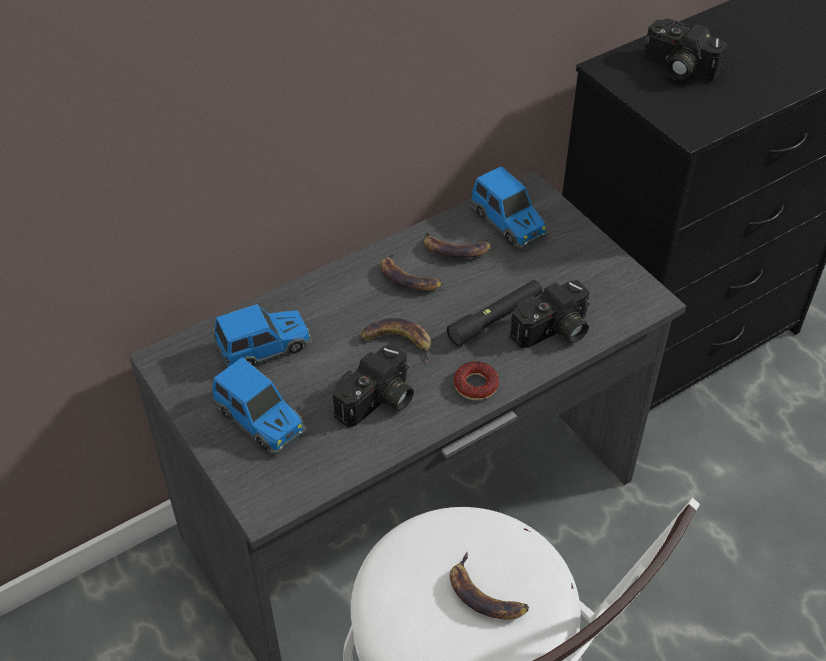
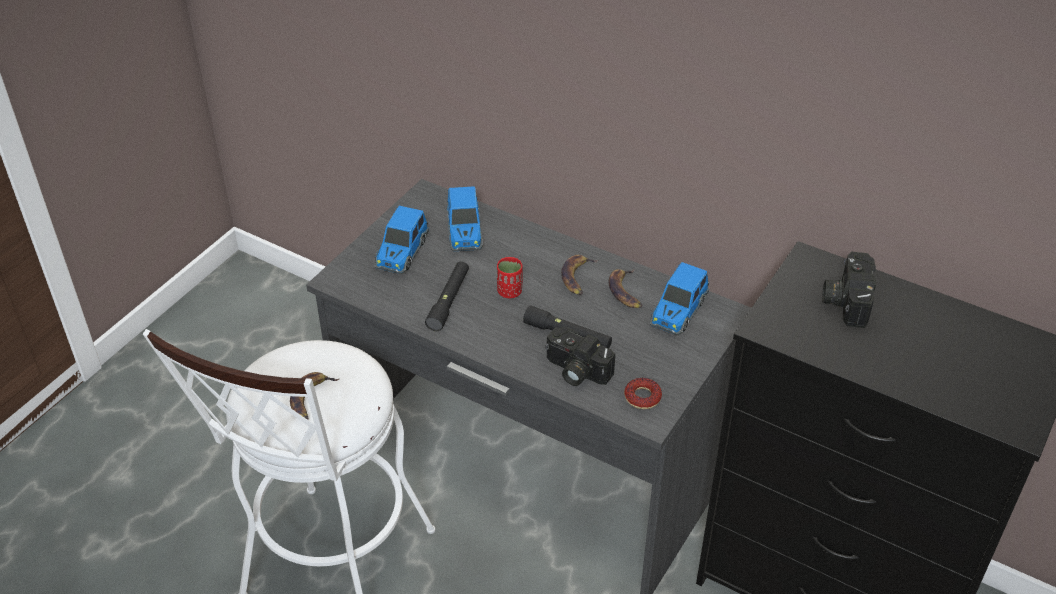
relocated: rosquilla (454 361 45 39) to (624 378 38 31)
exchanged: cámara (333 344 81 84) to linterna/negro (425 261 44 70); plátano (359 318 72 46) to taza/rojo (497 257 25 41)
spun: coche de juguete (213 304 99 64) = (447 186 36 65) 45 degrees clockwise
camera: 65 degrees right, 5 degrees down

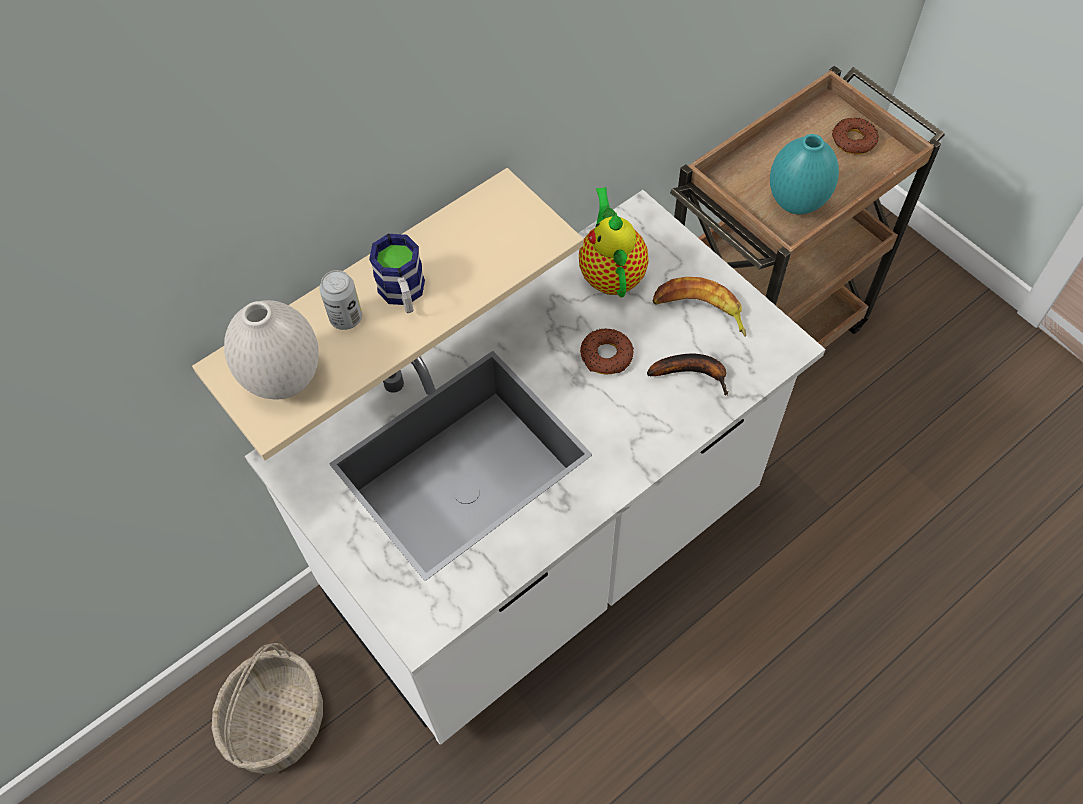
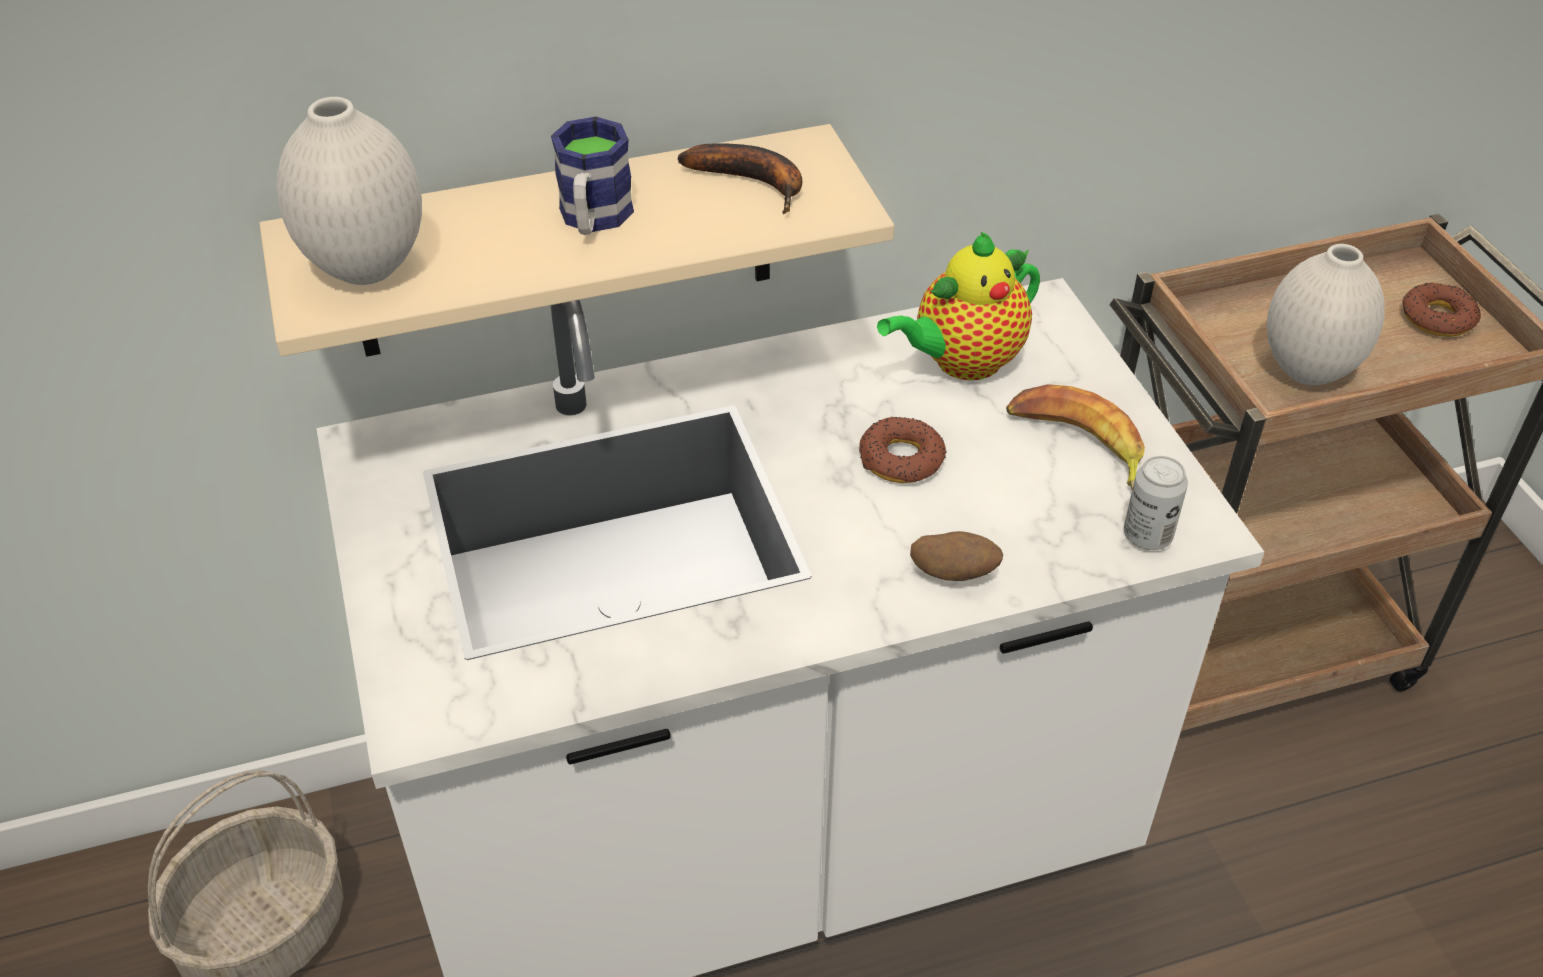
appeared: patata (910 531 93 50)
relocated: plátano (647 354 82 41) to (678 143 124 71); lata (319 270 43 60) to (1124 456 64 94)
colour: florero/turquesa (770 134 69 81) to florero/blanco (1267 244 118 142)
spun: tetera (579 187 69 111) = (877 232 163 148) 135 degrees counterclockwise
camera: 20 degrees right, 15 degrees down

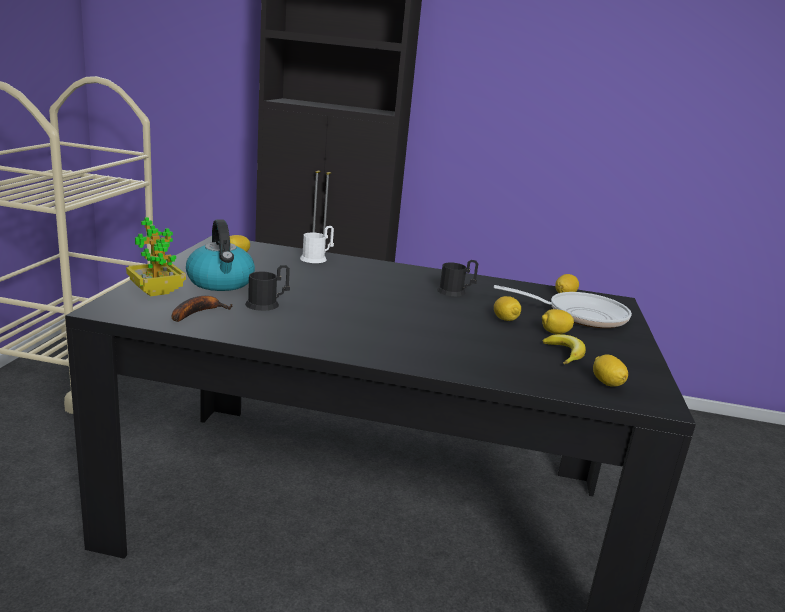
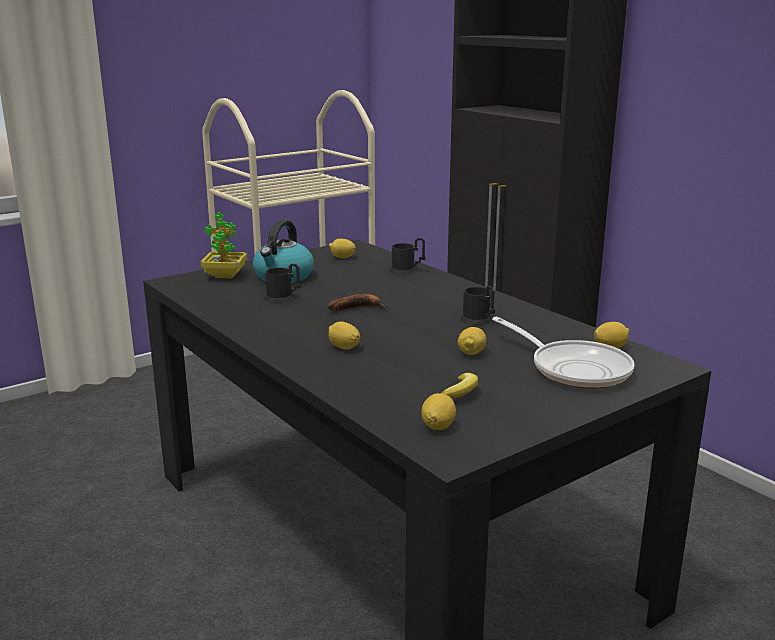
relocated: plátano (172 296 61 26) to (328 293 59 18); limón (542 309 32 25) to (328 321 32 29)
colour: taza grande/blanco (300 226 34 37) to taza grande/negro (389 238 37 37)
camera: 45 degrees right, 0 degrees up

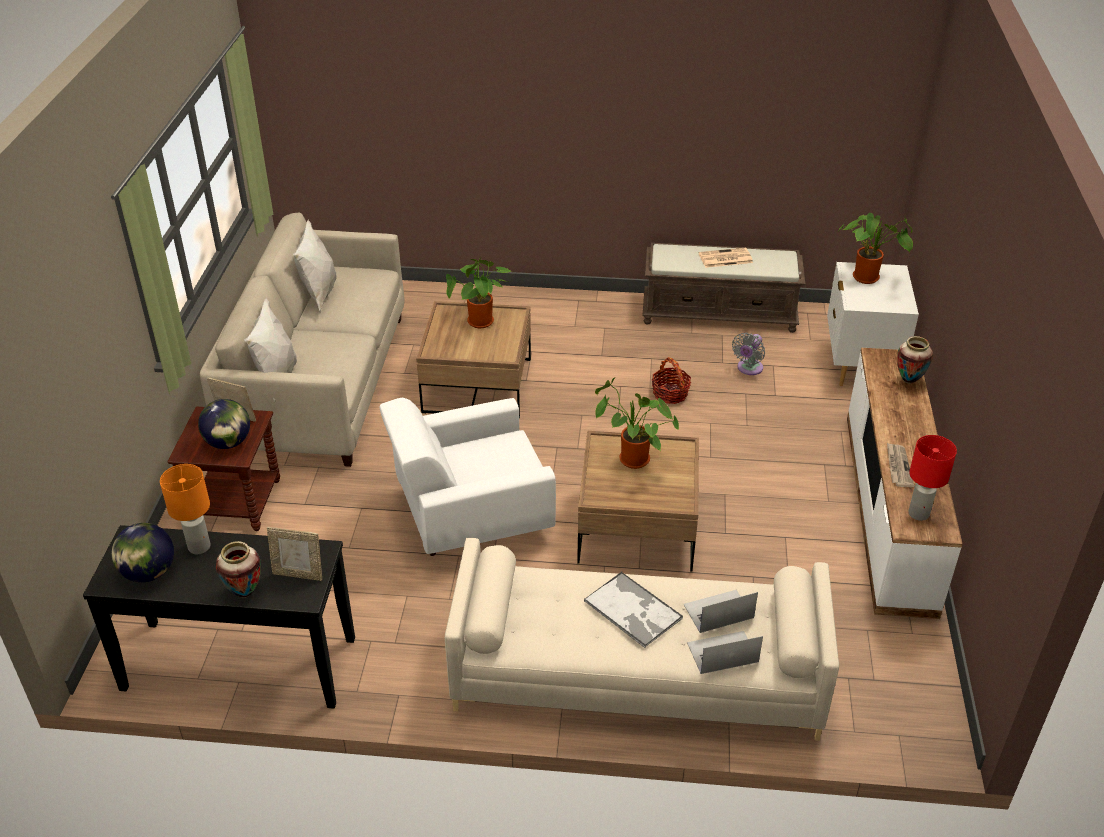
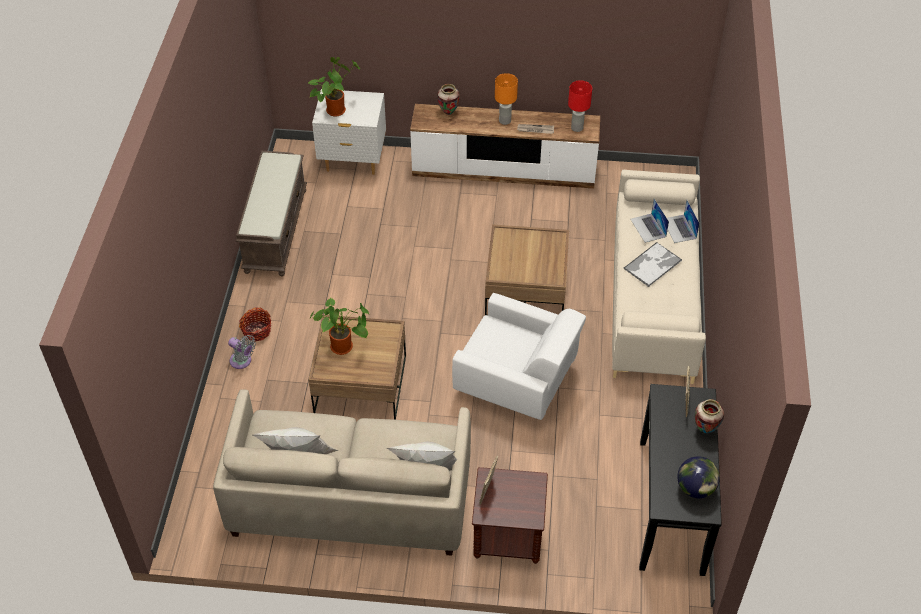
missing: globo terráqueo (198 399 52 50); planta en maceta (595 377 84 92); periódico (699 247 54 21)
relocated: ventilador/gris (732 333 33 42) to (228 335 28 34); cesta (652 357 39 47) to (239 307 32 34); lámpara de mesa/naranja (160 464 51 90) to (495 73 23 52)
spun: sillón/blanco (380 398 176 158) = (452 293 134 127) 45 degrees counterclockwise
camera: 90 degrees left, 10 degrees up

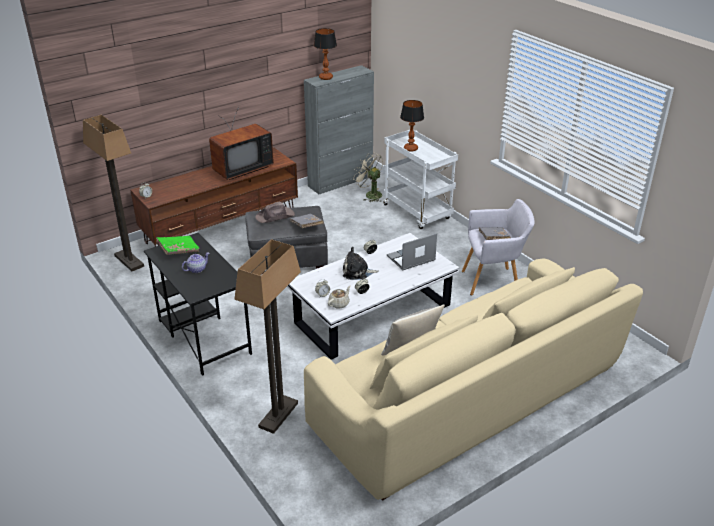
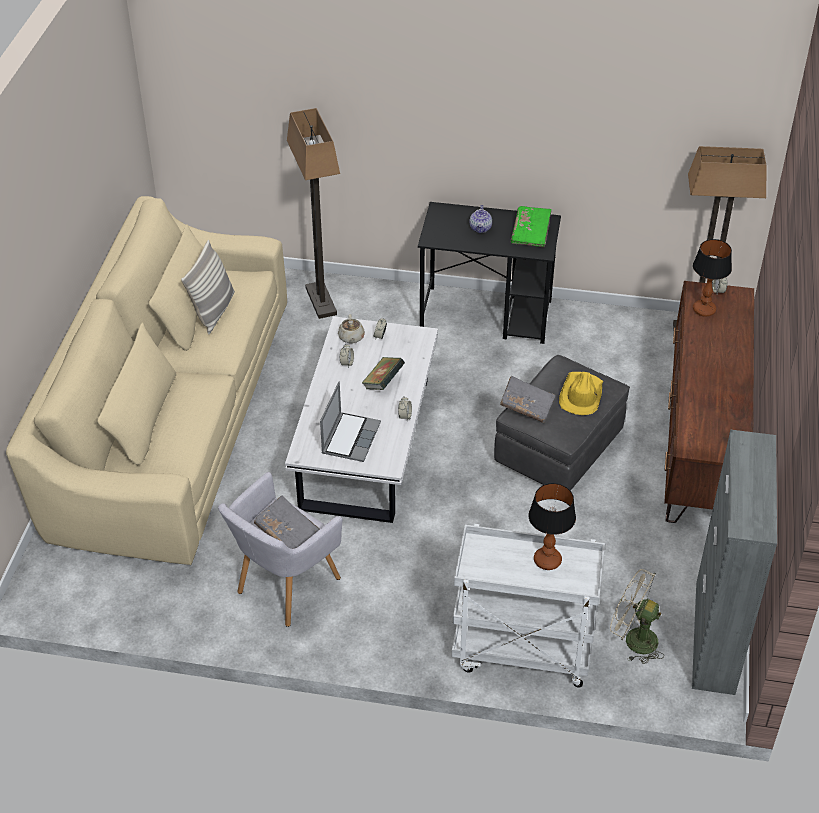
missing: televisor (209 107 65 73)
relocated: lámpara de mesa (314 28 23 52) to (693 239 39 78)
exchanged: peluche (343 247 36 33) to libro (362 357 43 33)
colour: sombrero/marrón (255 202 40 21) to sombrero/amarillo (559 372 44 43)
spun: ventilador/beis (353 153 30 49) = (610 569 54 95) 150 degrees counterclockwise
camera: 135 degrees right, 10 degrees up

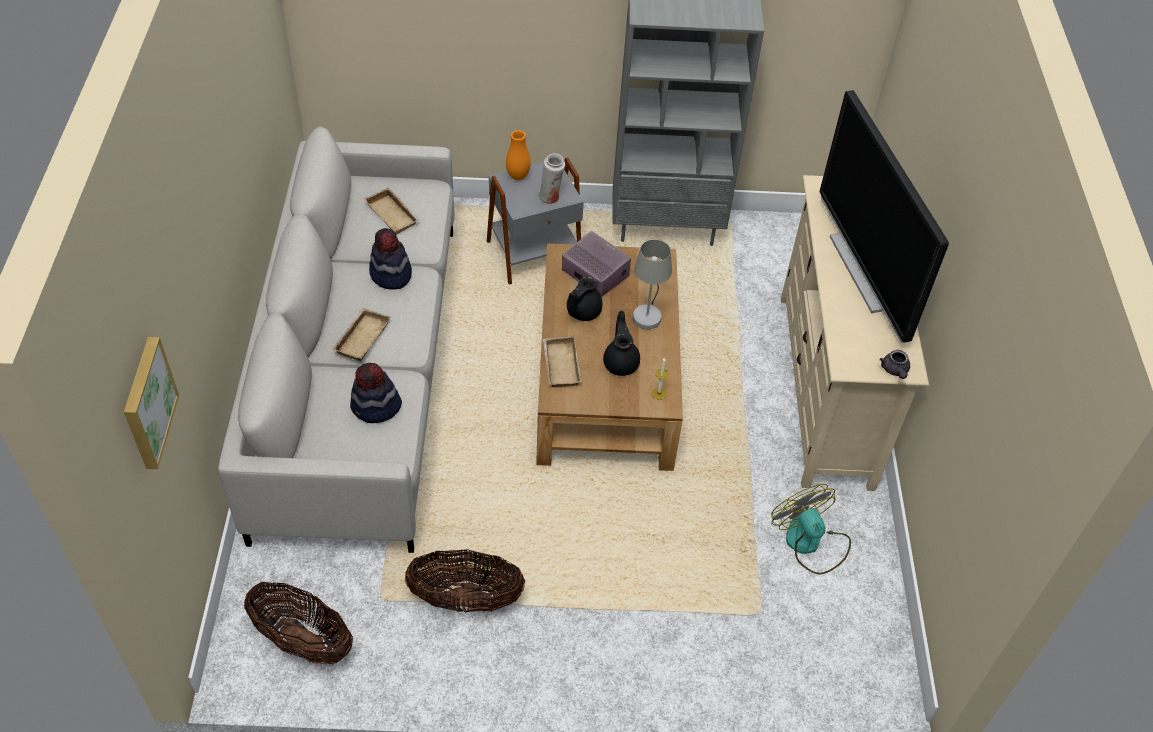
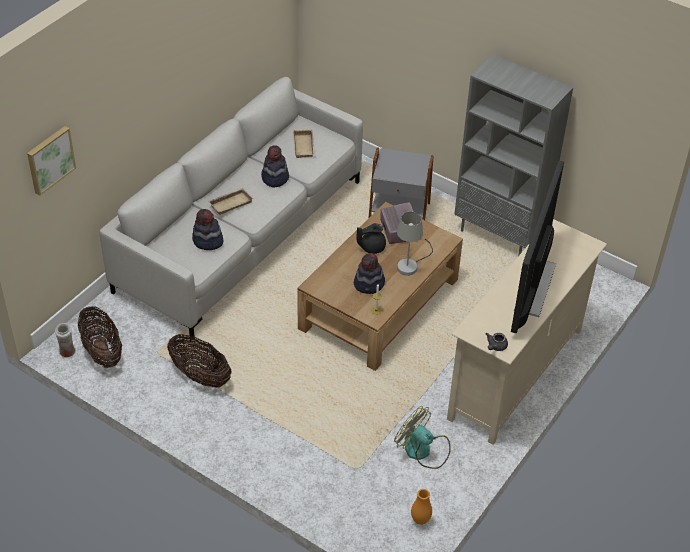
missing: bandeja/beis (543 336 39 51)
relocated: florero/blanco (538 153 27 51) to (55 323 21 34); florero/naranja (506 130 25 50) to (411 489 21 36)
exchanged: tetera/negro (603 311 37 65) to sombrero (354 253 31 41)
spun: ventilador (772 484 79 91) = (394 406 57 63) 60 degrees counterclockwise
camera: 35 degrees right, 5 degrees down

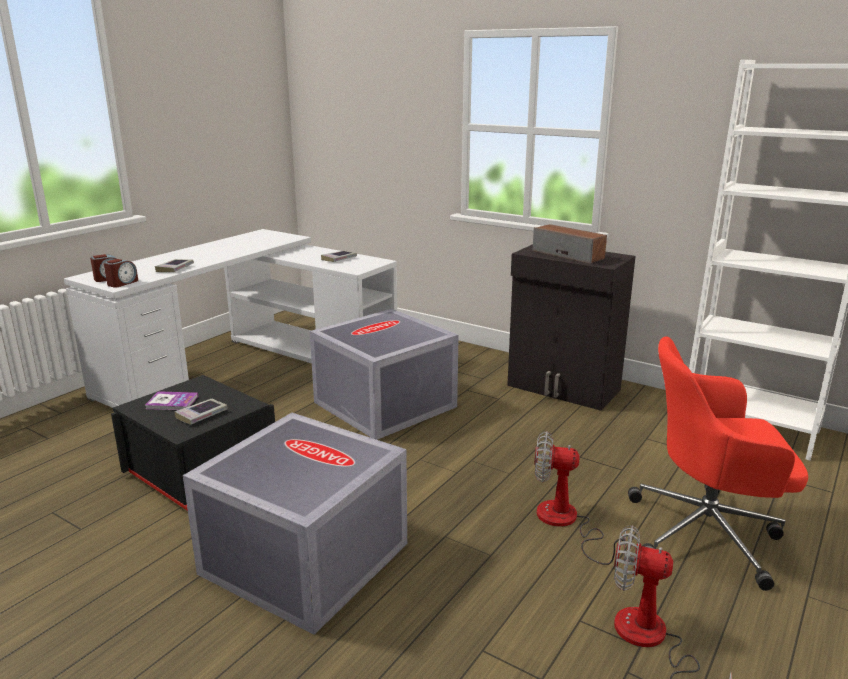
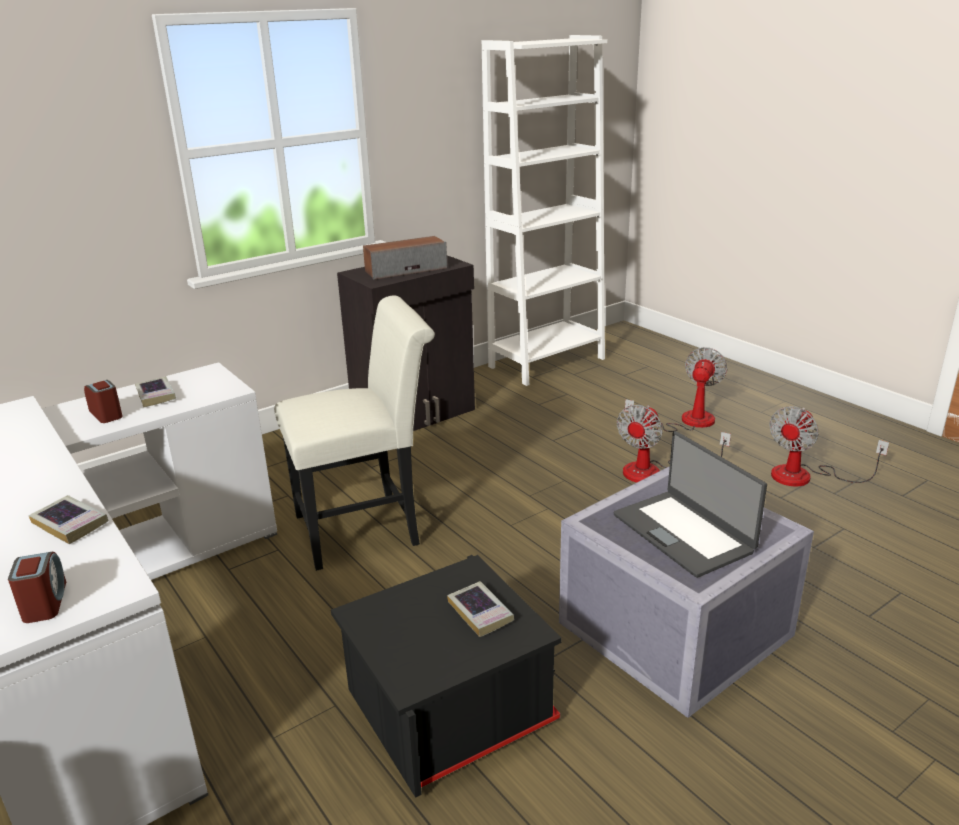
missing: libro (145 391 53 19)
appeared: portátil (614 431 153 147)
relocated: despertador (104 259 34 29) to (84 380 38 43)
exchanged: caja de almacenaje/gris (310 309 149 131) to silla/blanco (274 295 161 276); silla de oficina/rojo (628 336 180 255) to ventilador (625 347 102 85)
camera: 70 degrees left, 5 degrees up

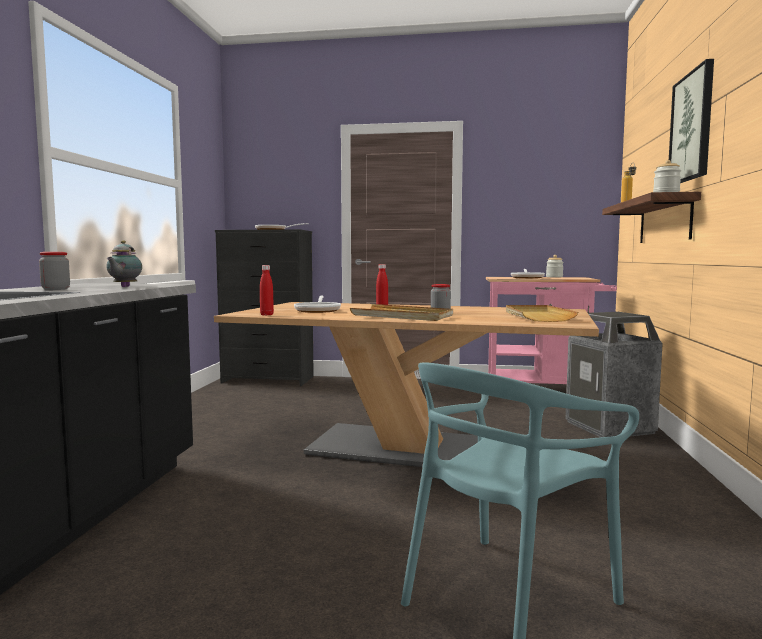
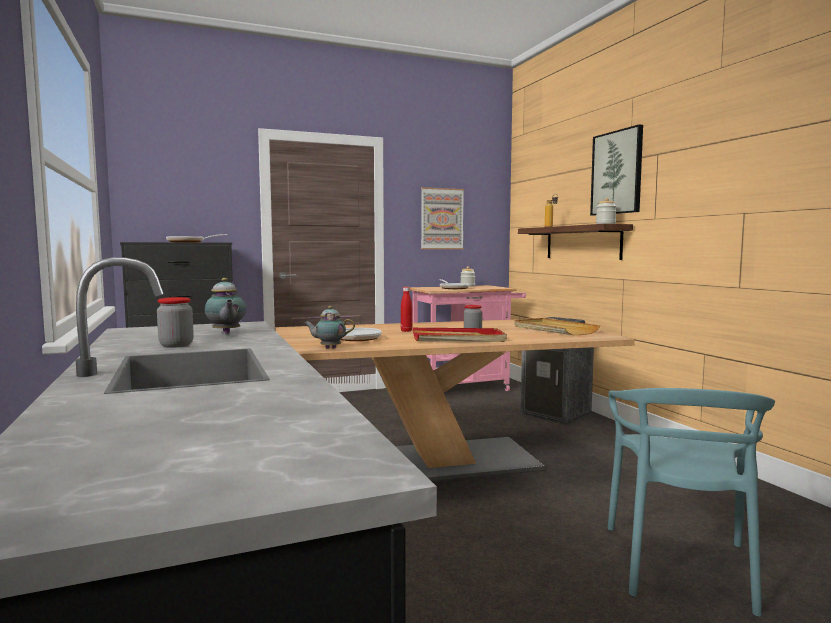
appeared: cuadro (421 187 43 62)
exchanged: botella/rojo (260 265 14 51) to tetera (304 306 51 43)
colour: bandeja/beis (350 304 103 17) to bandeja/rojo (413 328 94 14)
camera: 30 degrees left, 0 degrees up

